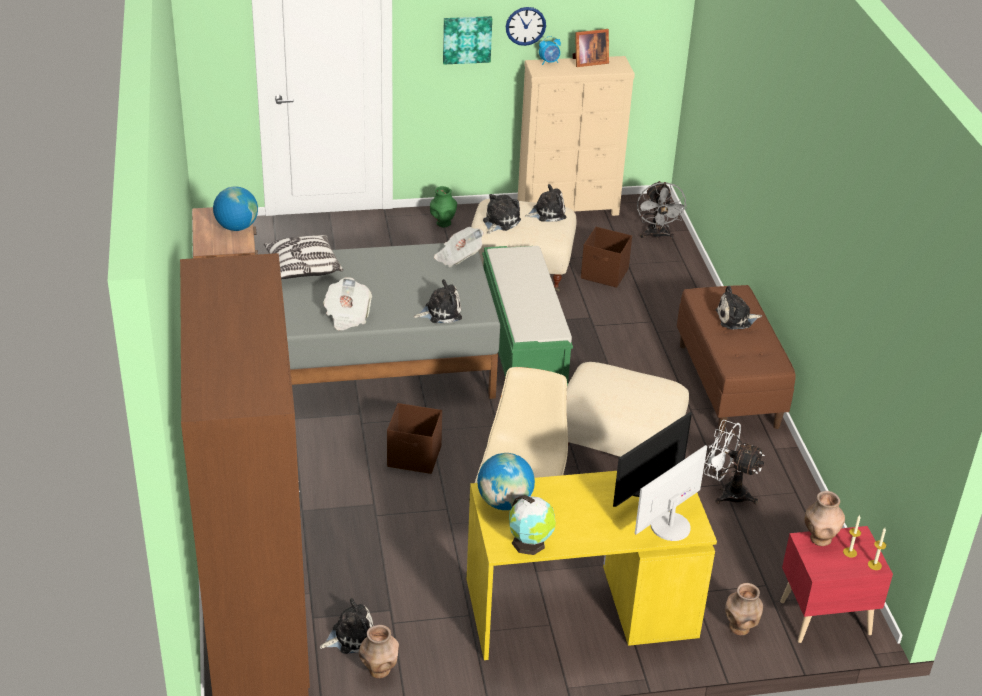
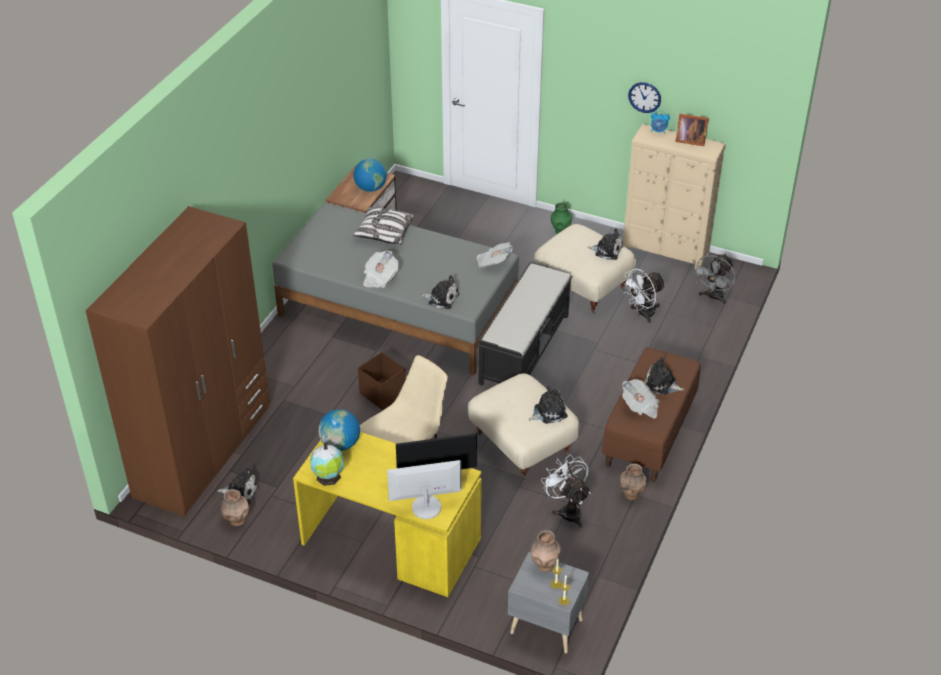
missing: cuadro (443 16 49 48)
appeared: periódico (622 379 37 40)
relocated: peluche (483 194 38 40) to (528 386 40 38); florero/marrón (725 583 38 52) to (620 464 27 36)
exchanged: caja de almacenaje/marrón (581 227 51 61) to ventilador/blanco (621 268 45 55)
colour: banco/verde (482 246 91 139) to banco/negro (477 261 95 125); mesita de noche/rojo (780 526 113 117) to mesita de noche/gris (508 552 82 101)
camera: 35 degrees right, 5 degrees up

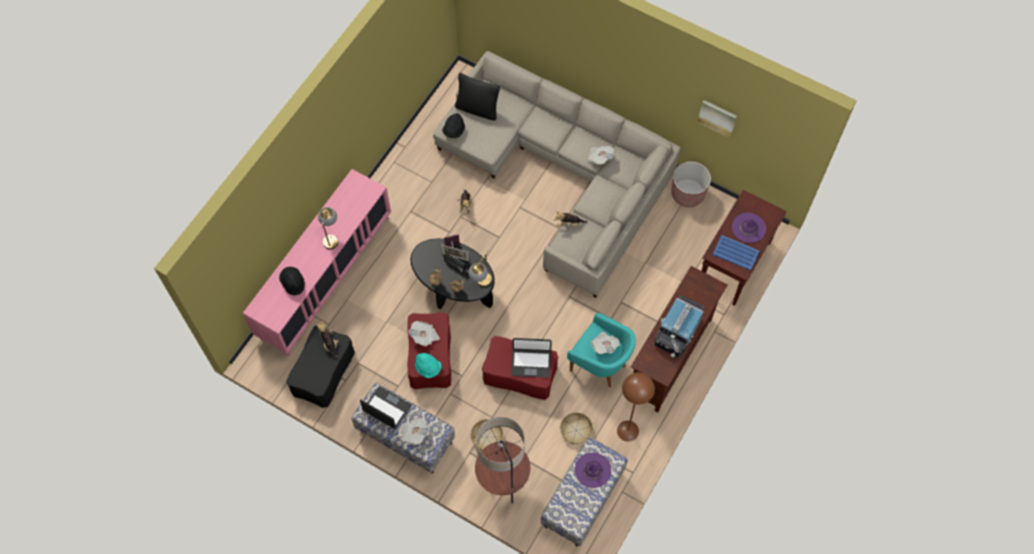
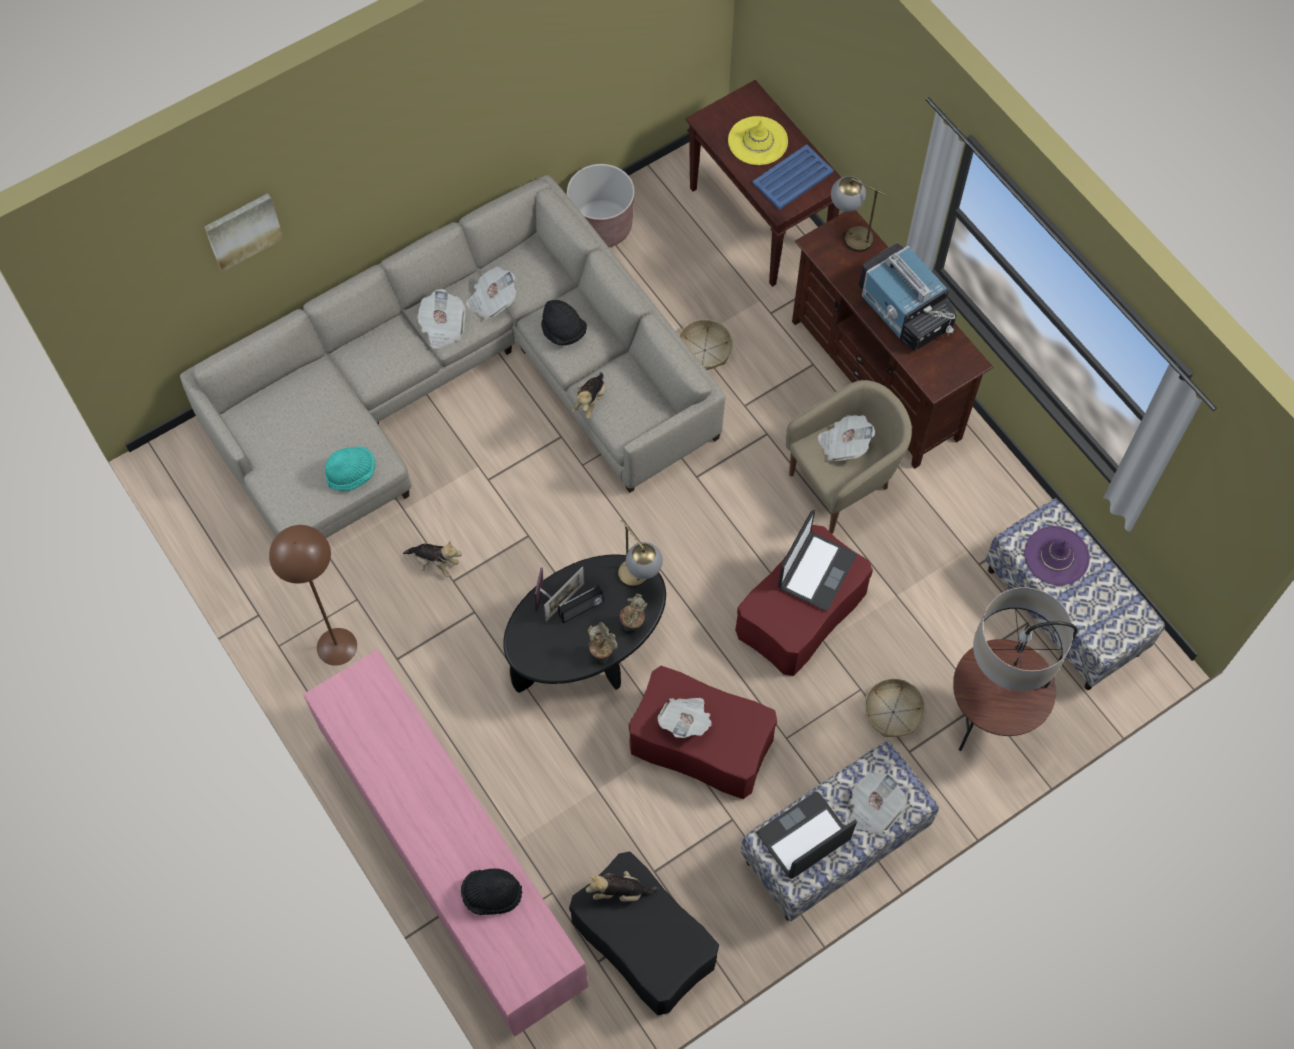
missing: cojín/negro (455 73 45 47)
appeared: periódico (417 289 49 60)
relocated: cuadro (697 100 40 38) to (204 193 80 79); lámpara de pie/marrón (617 373 38 69) to (269 525 88 141); sombrero/turquesa (415 353 27 25) to (325 446 50 45); sombrero/negro (442 113 23 25) to (541 300 46 46); cesta (560 412 33 33) to (679 319 54 51); lámpara de mesa (318 207 20 42) to (831 176 54 76)
colour: sombrero/morado (732 213 34 30) to sombrero/amarillo (728 116 60 49); sillón/turquesa (567 313 69 74) to sillón/beis (786 380 126 154)
camera: 65 degrees left, 0 degrees up

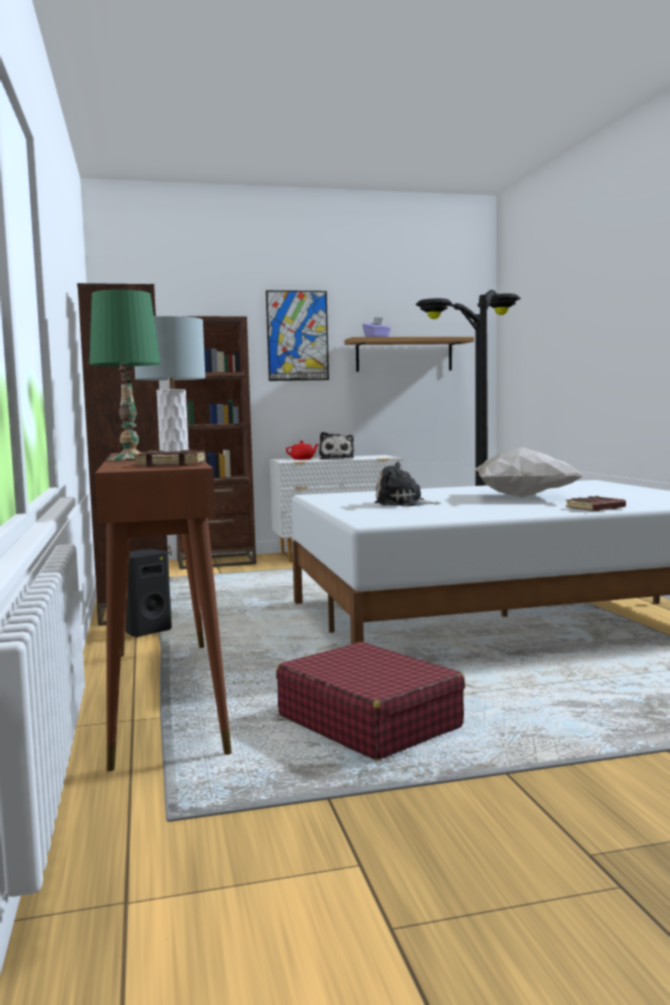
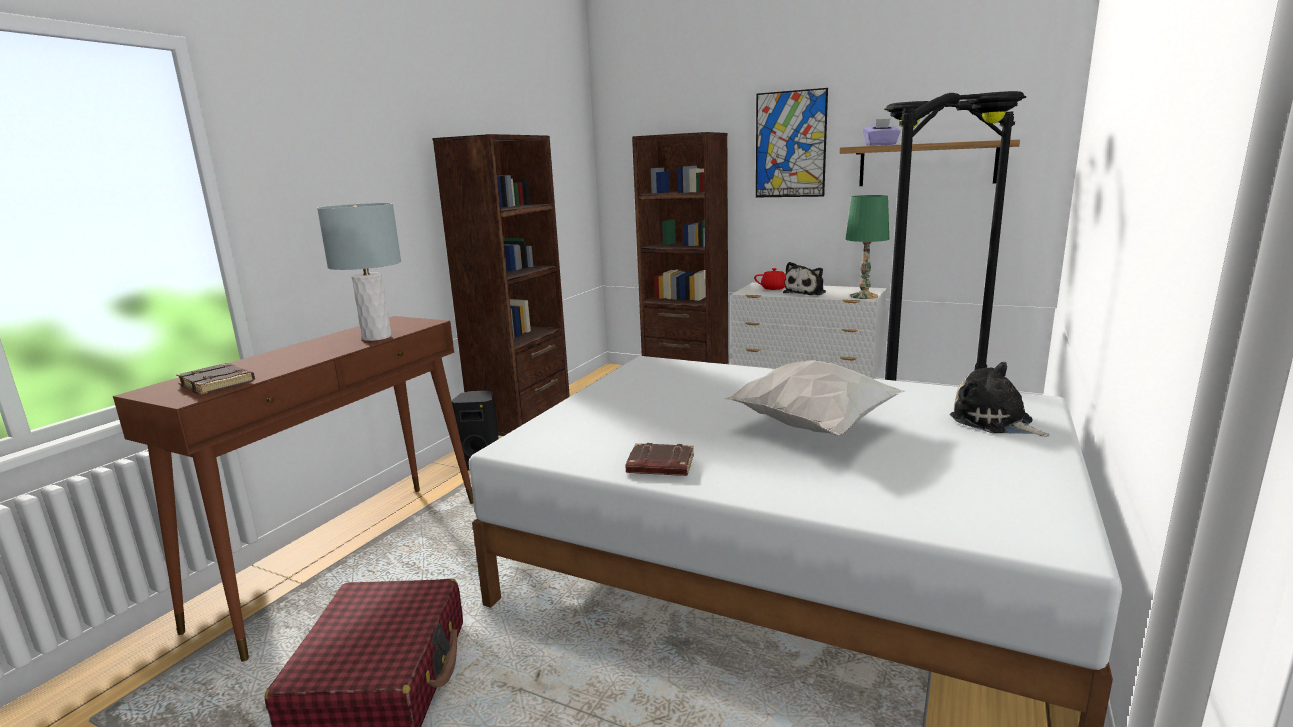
relocated: libro/marrón (565 496 61 15) to (626 443 68 33); lámpara de mesa/verde (89 290 71 171) to (845 195 44 104); peluche (375 462 66 44) to (950 362 100 74)
camera: 40 degrees right, 10 degrees up

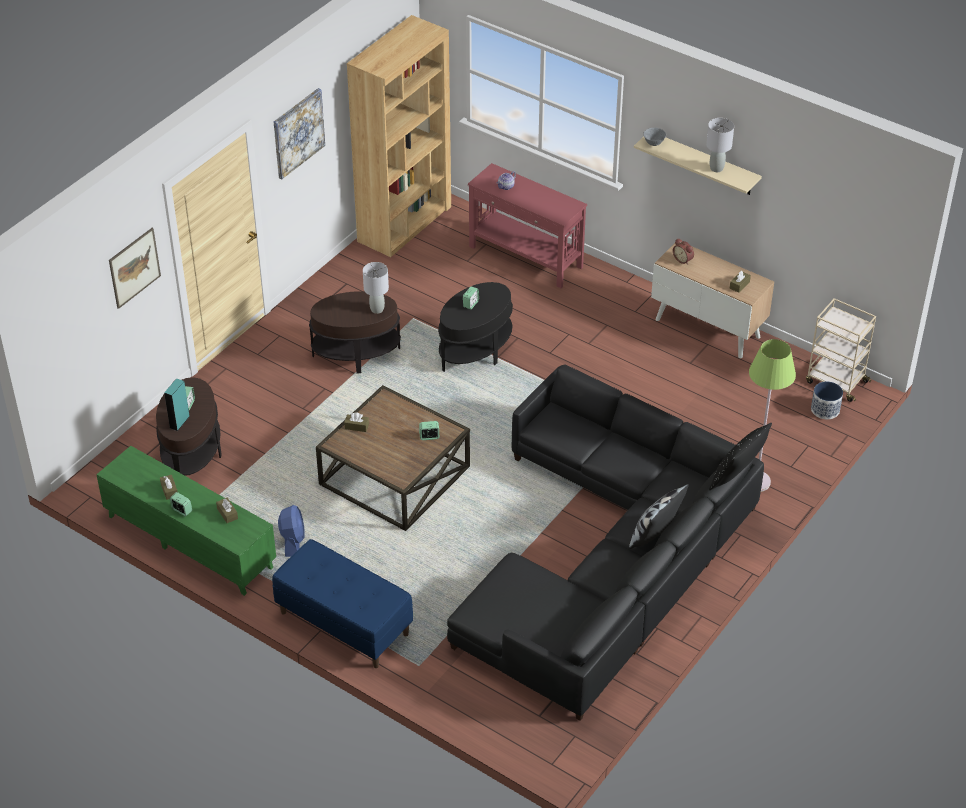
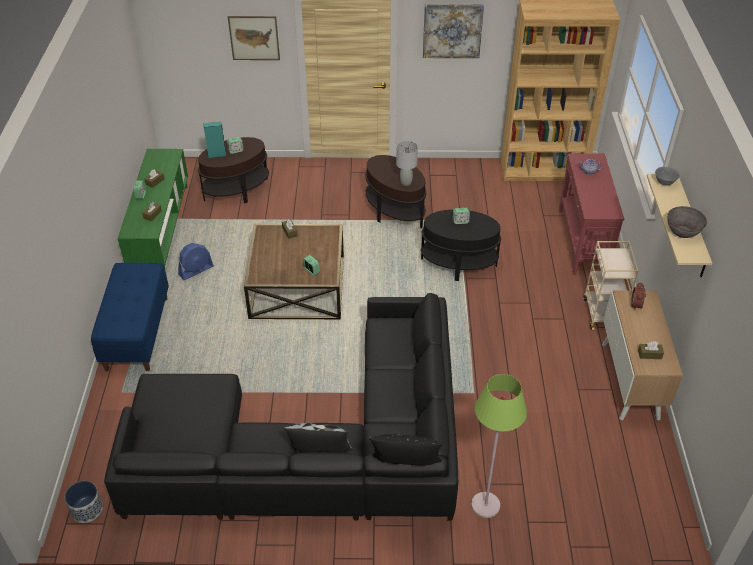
relocated: maceta (811 381 32 38) to (65 481 38 42); carrito/beis (806 298 70 104) to (583 241 56 90)
exchanged: lámpara de mesa/gris (706 118 28 54) to cuenco/gris (667 206 40 32)
camera: 55 degrees right, 0 degrees up

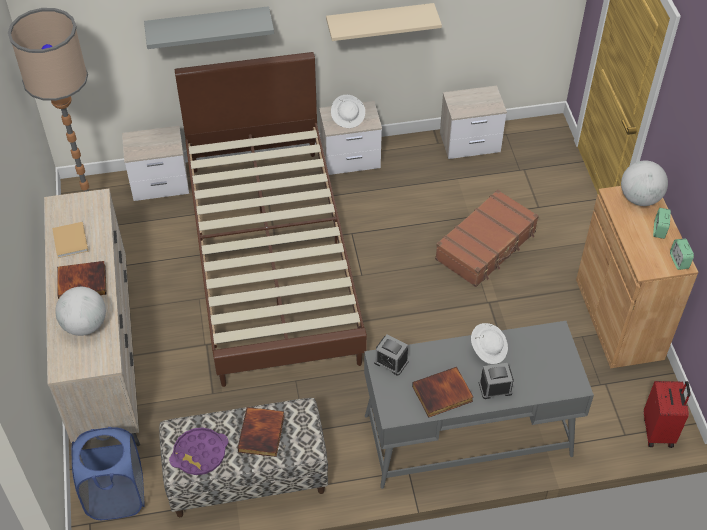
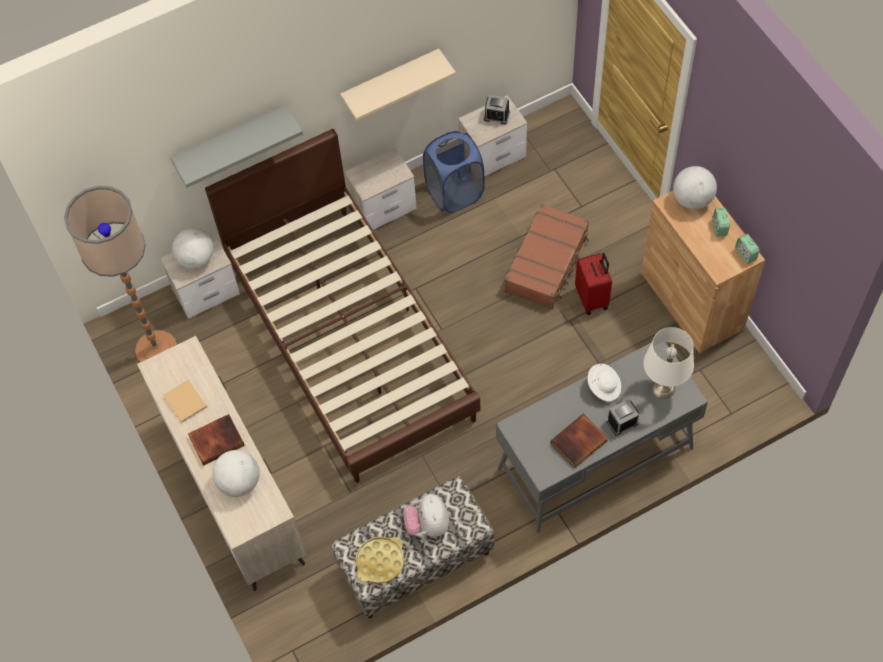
missing: sombrero/blanco (331 95 34 33)
appeared: globo terráqueo (172 228 42 41); lámpara de mesa/blanco (644 327 50 72)
relocated: cesto de la ropa/azul (72 427 73 93) to (423 131 61 82); despertador (374 335 34 41) to (484 95 26 30); maleta/rojo (644 381 46 67) to (575 253 37 62)
exchanged: libro (238 407 47 50) to peluche (404 494 45 43)
colour: bandeja/morado (169 427 60 48) to bandeja/amarillo (356 536 48 48)
camera: 15 degrees left, 10 degrees up

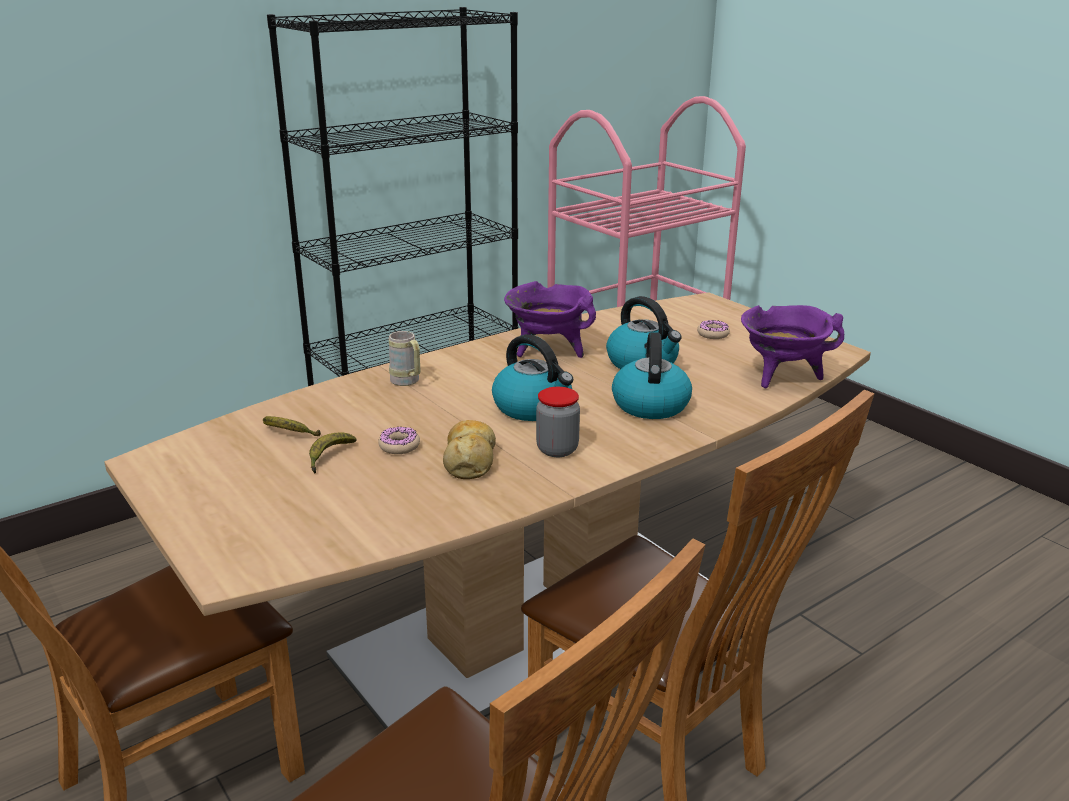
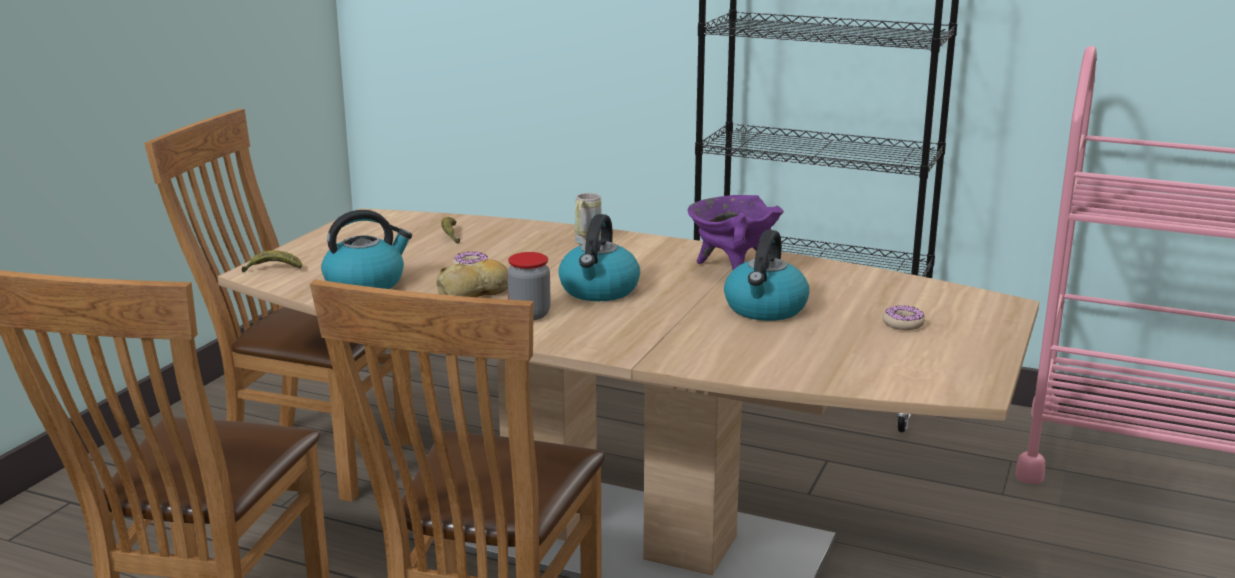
missing: olla/morado (741 305 103 83)
relocated: plátano (309 433 48 41) to (241 250 61 22); hervidor (612 332 80 87) to (321 210 91 79)
camera: 60 degrees right, 5 degrees down

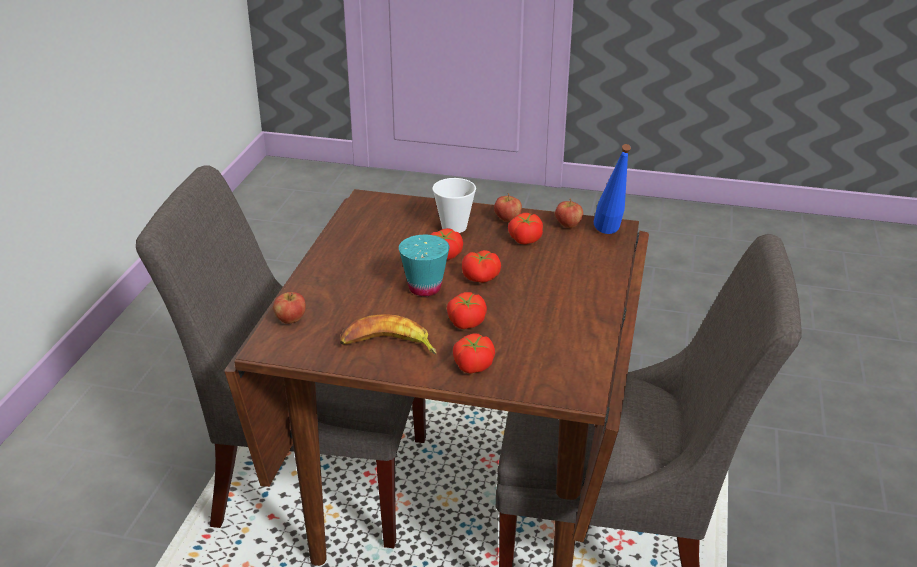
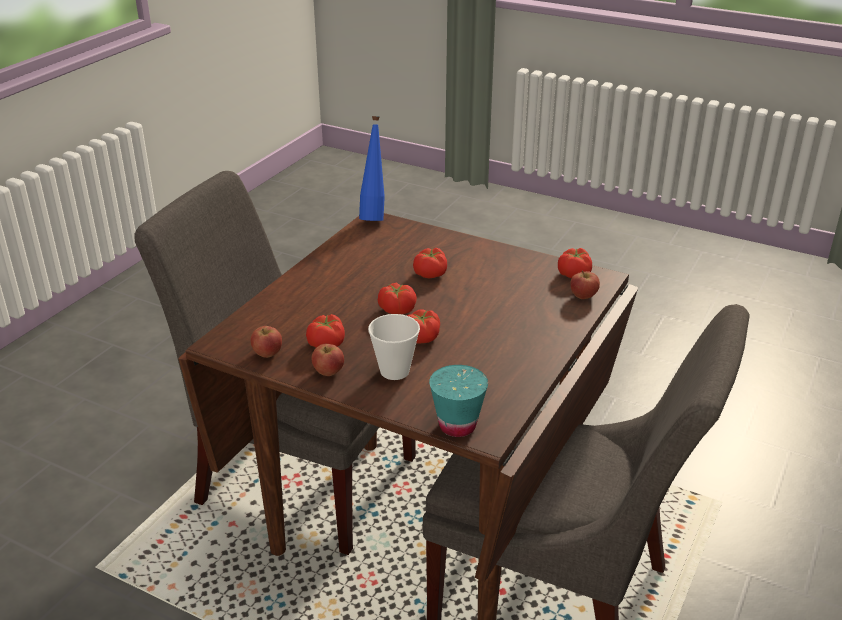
missing: plátano (340 314 97 41)
relocated: botella/azul (594 144 37 90) to (359 116 26 105); taza/turquesa (399 235 50 61) to (429 365 59 72); tomate (453 334 42 40) to (558 248 34 30)
camera: 165 degrees left, 0 degrees up

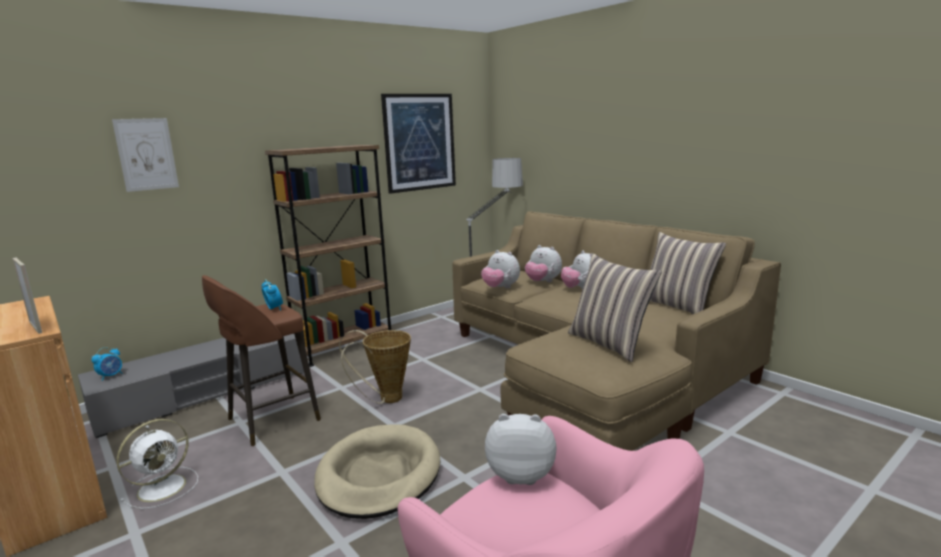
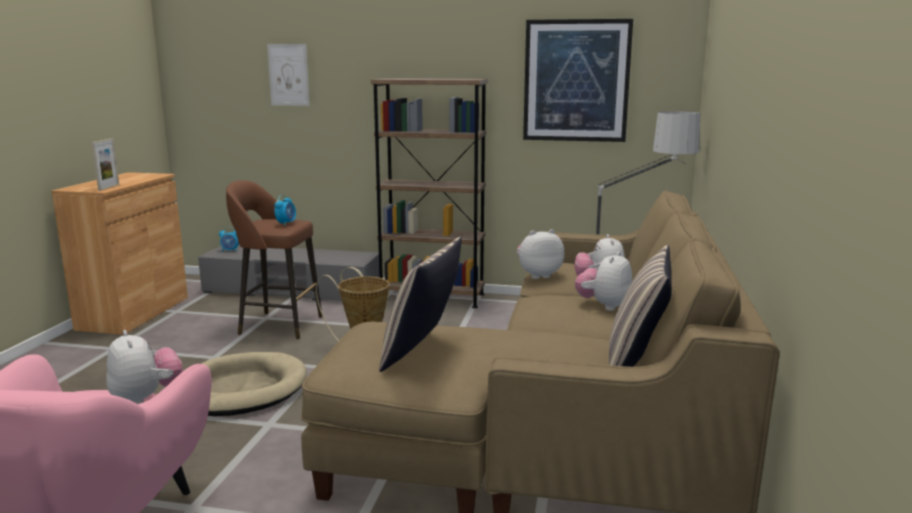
missing: ventilador/blanco (117 419 81 90)
spun: peluche (481 250 39 38) = (517 229 47 50) 75 degrees clockwise
camera: 50 degrees right, 0 degrees up

